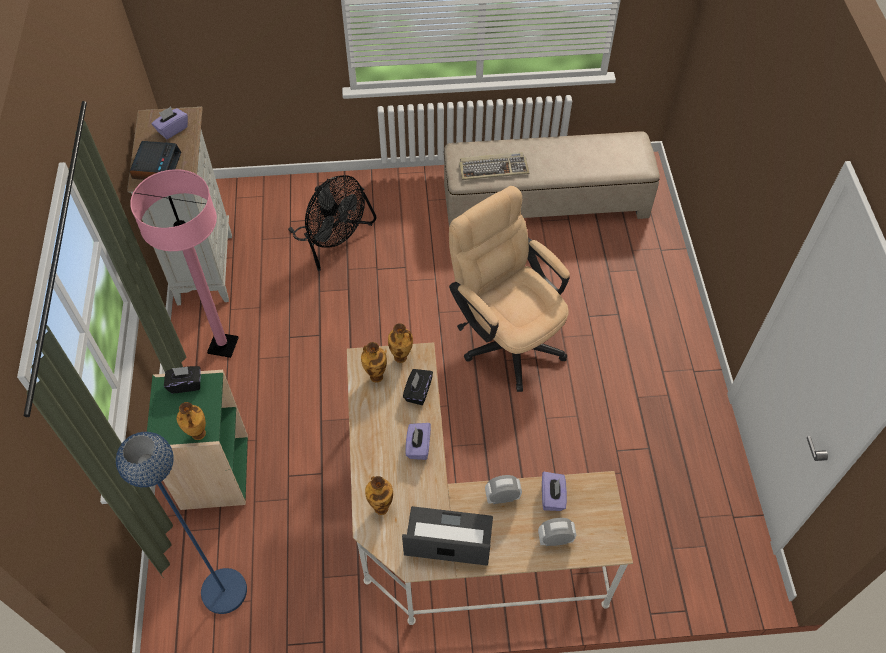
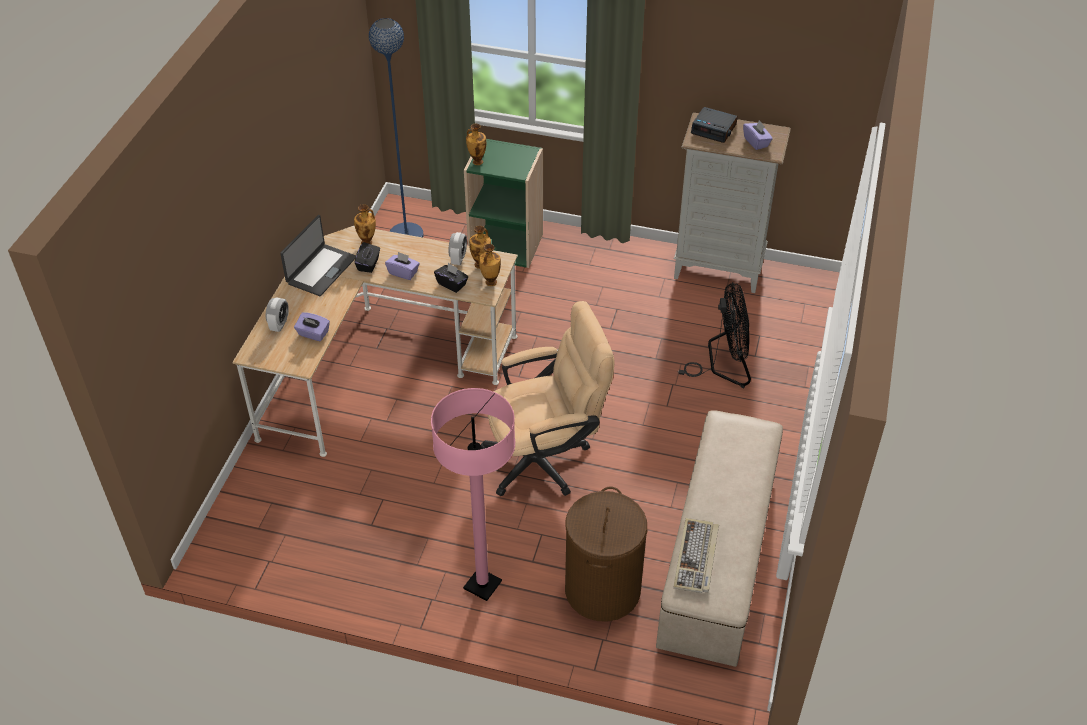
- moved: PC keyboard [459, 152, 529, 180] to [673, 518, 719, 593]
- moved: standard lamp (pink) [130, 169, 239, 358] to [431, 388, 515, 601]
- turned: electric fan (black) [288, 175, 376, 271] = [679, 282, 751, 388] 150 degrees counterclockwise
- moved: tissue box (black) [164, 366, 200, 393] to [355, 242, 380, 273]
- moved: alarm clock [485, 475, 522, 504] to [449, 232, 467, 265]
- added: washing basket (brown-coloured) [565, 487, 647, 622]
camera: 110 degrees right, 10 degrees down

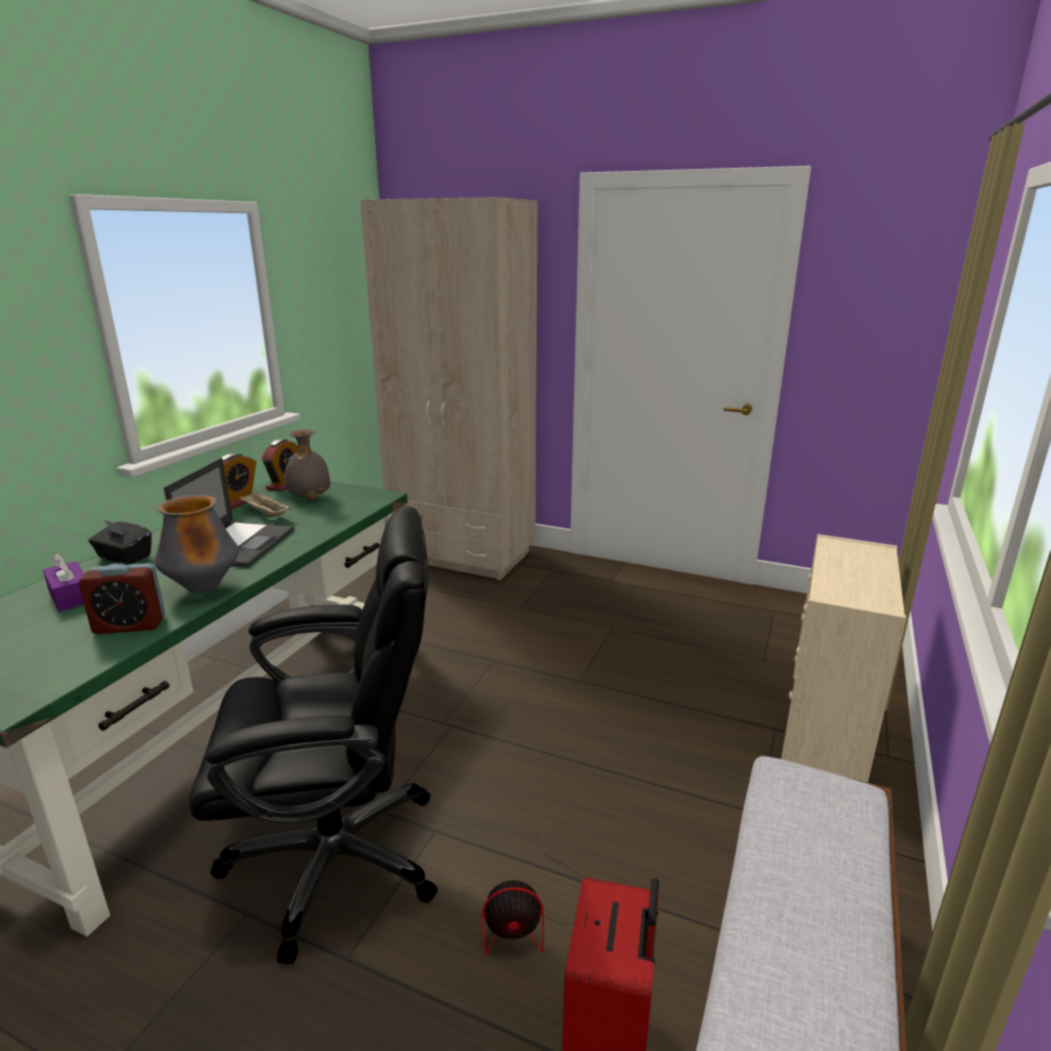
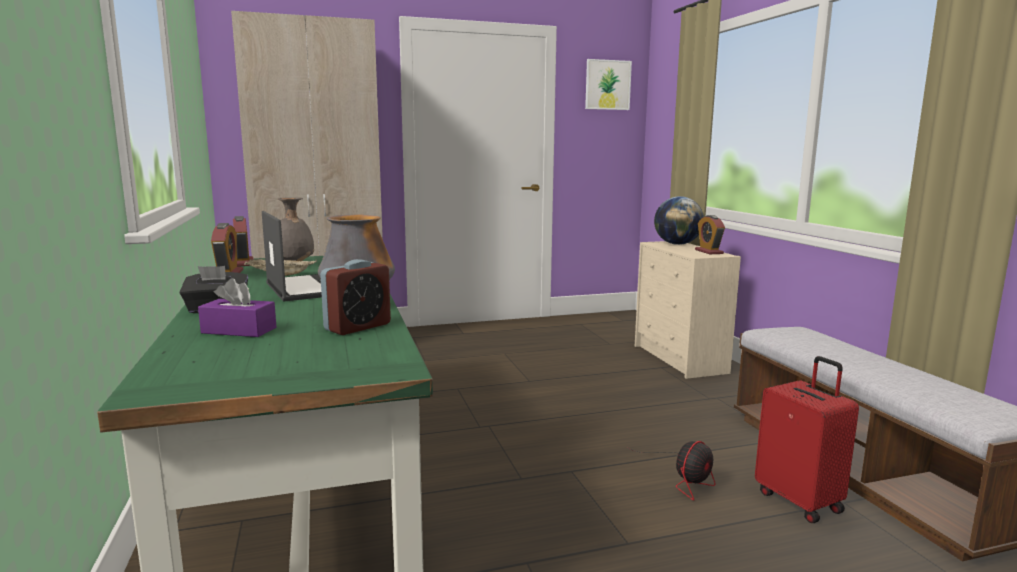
- removed: computer chair (black) [189, 506, 438, 964]
- added: picture [585, 59, 632, 110]
- added: world globe [654, 196, 704, 245]
- added: alarm clock [695, 215, 725, 254]
camera: 40 degrees left, 10 degrees down

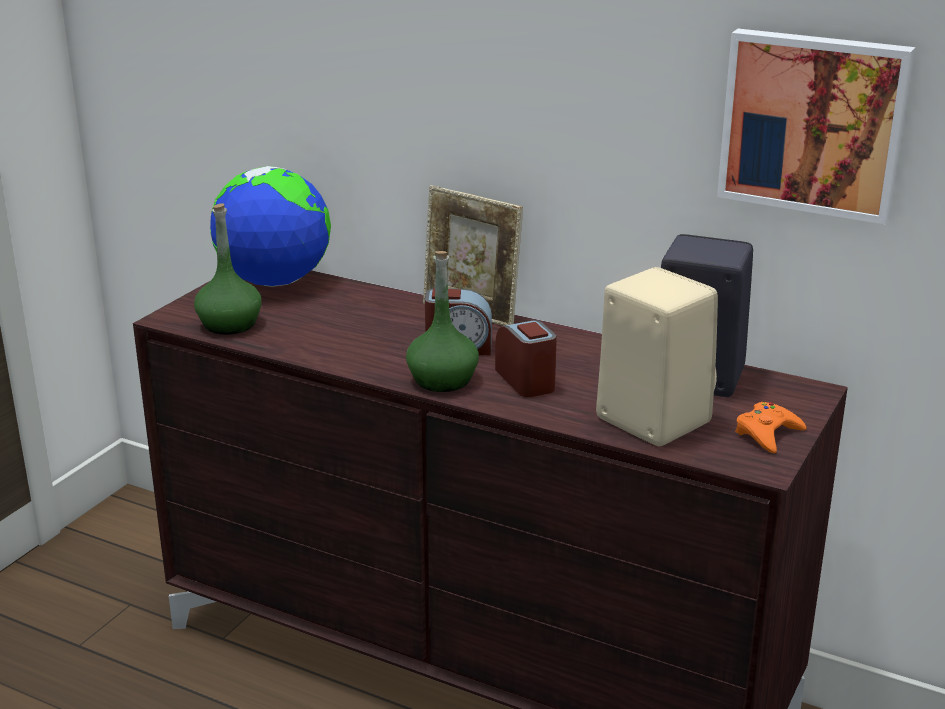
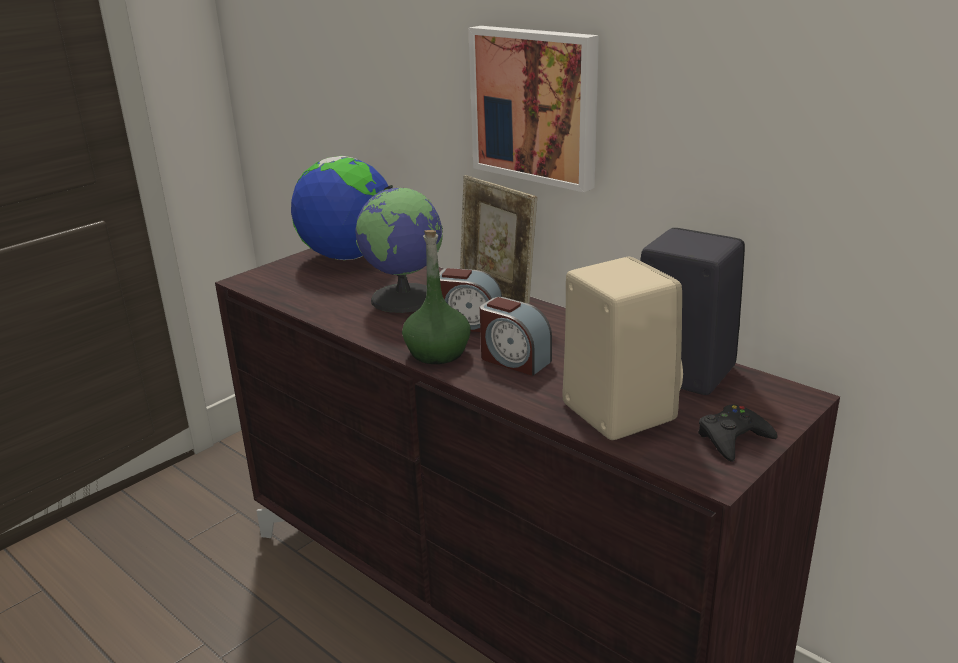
- moved: picture [717, 29, 915, 225] to [468, 26, 599, 192]
- removed: beverage bottle (green) [194, 203, 262, 335]
- turned: alarm clock [495, 320, 557, 397] = [480, 297, 552, 376] 135 degrees clockwise
- recoloured: joypad (orangey) [735, 402, 807, 453] to joypad (black) [698, 404, 778, 462]
- added: world globe [355, 185, 443, 313]
camera: 15 degrees right, 0 degrees up

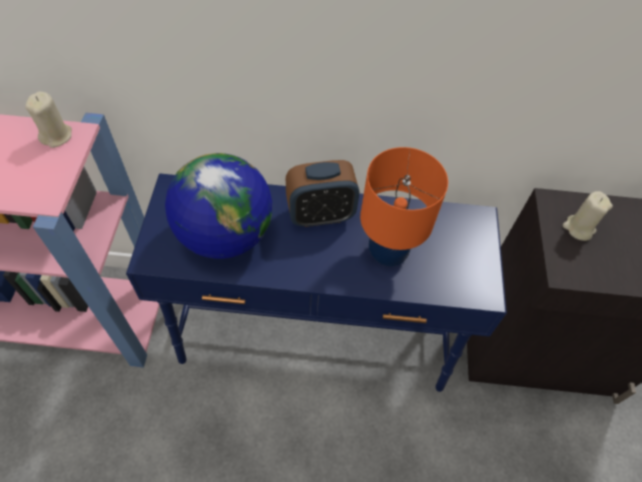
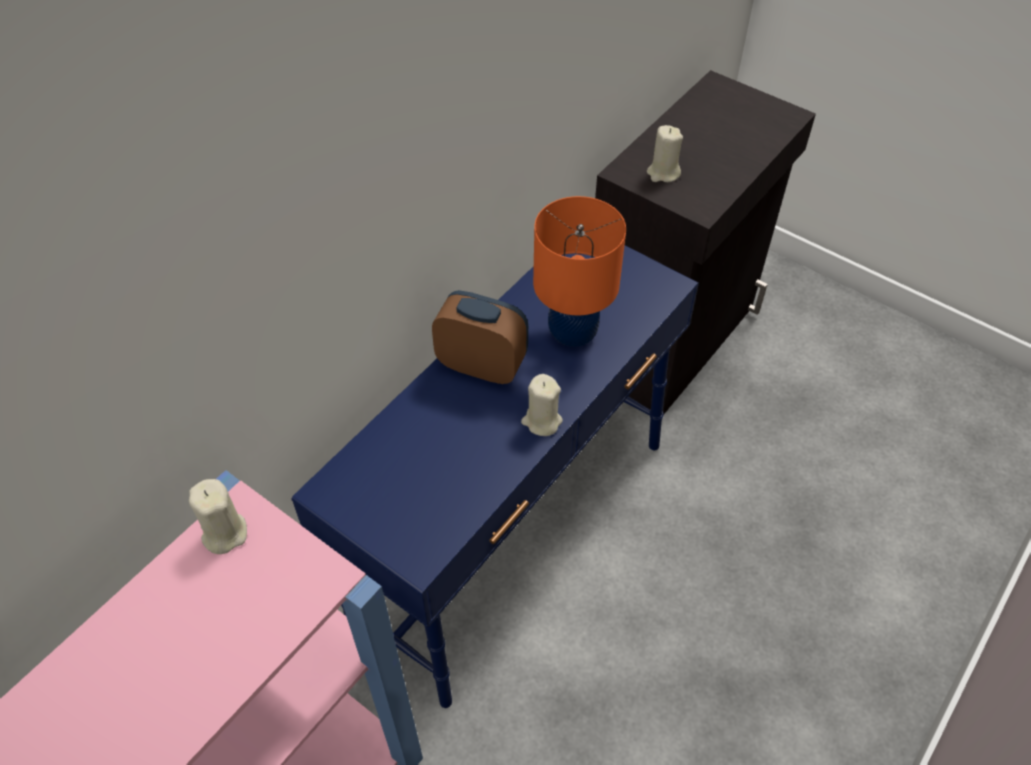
- removed: world globe [165, 153, 272, 259]
- turned: alarm clock [286, 160, 359, 227] = [432, 290, 528, 384] 90 degrees counterclockwise
- added: candle (sand-coloured) [521, 374, 563, 436]
camera: 55 degrees left, 5 degrees down

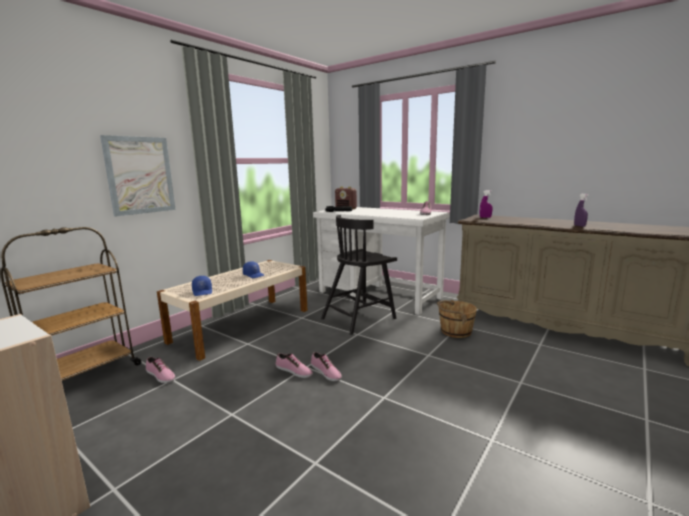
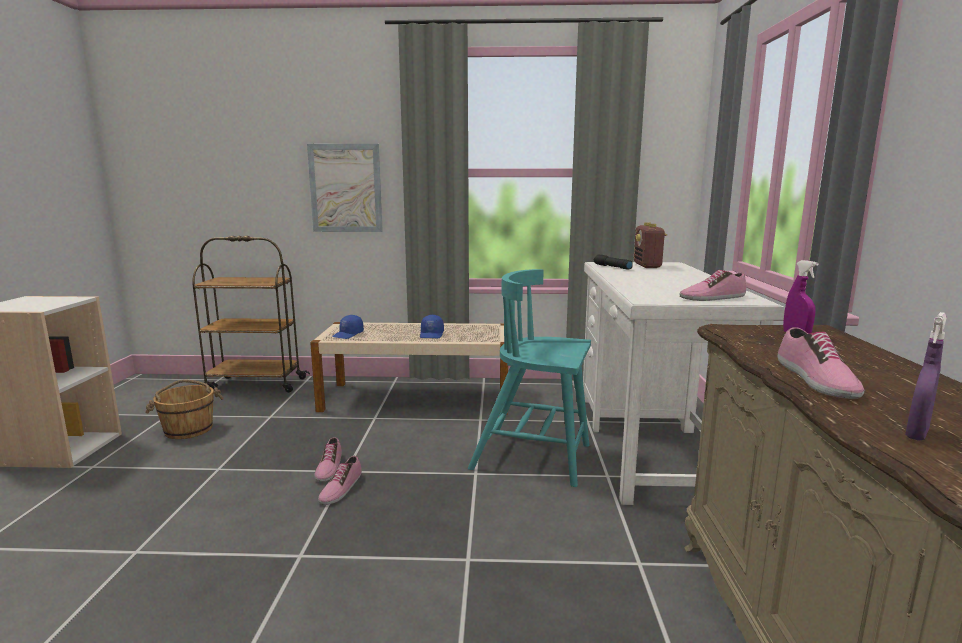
- recoloured: chair (black) [321, 215, 397, 335] to chair (blue-green) [468, 269, 591, 487]
- moved: water bucket (brown-coloured) [437, 300, 477, 338] to [145, 380, 224, 439]
- moved: low shoe [146, 357, 175, 383] to [777, 327, 864, 399]
camera: 55 degrees right, 0 degrees up

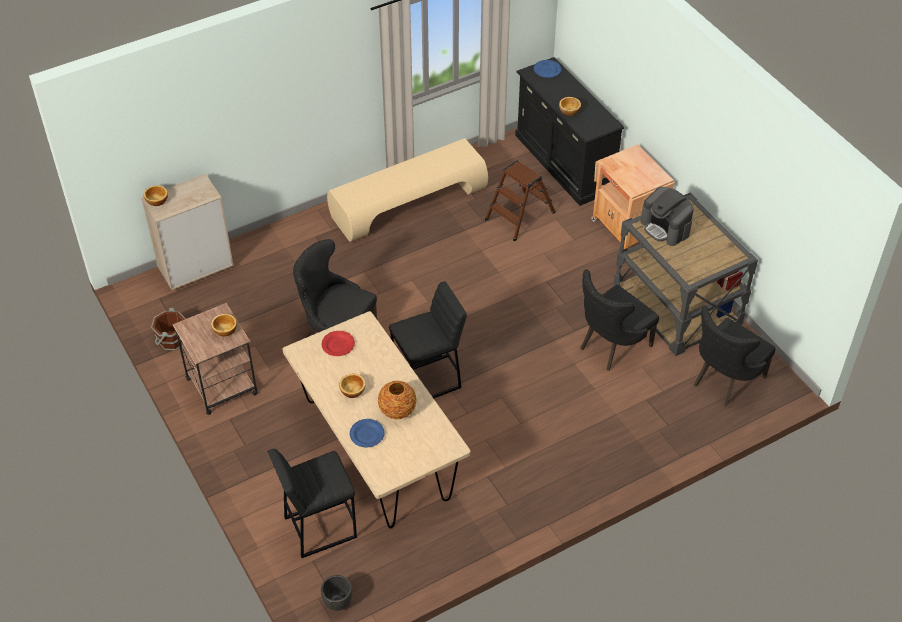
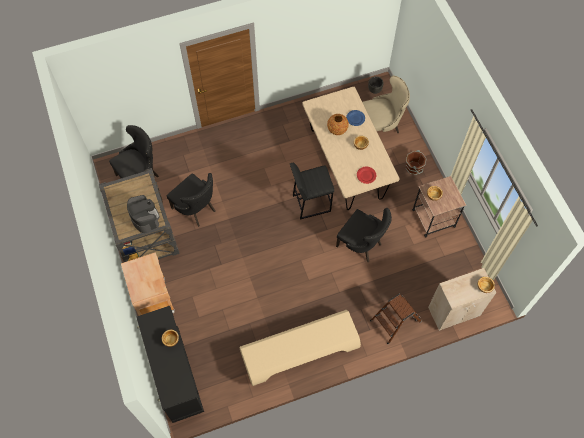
- removed: flat dish (bluish) [534, 60, 561, 78]
- moved: step stool (brown-coloured) [485, 160, 556, 242] to [370, 293, 422, 344]
- turned: chair (black) [581, 269, 659, 371] = [167, 173, 215, 227] 75 degrees clockwise
- moved: water bucket (brown-coloured) [151, 308, 186, 351] to [406, 150, 427, 175]
- replaced: stool seat (black) [267, 449, 357, 558] to chair (sand-coloured) [363, 76, 410, 133]
camera: 170 degrees left, 15 degrees up

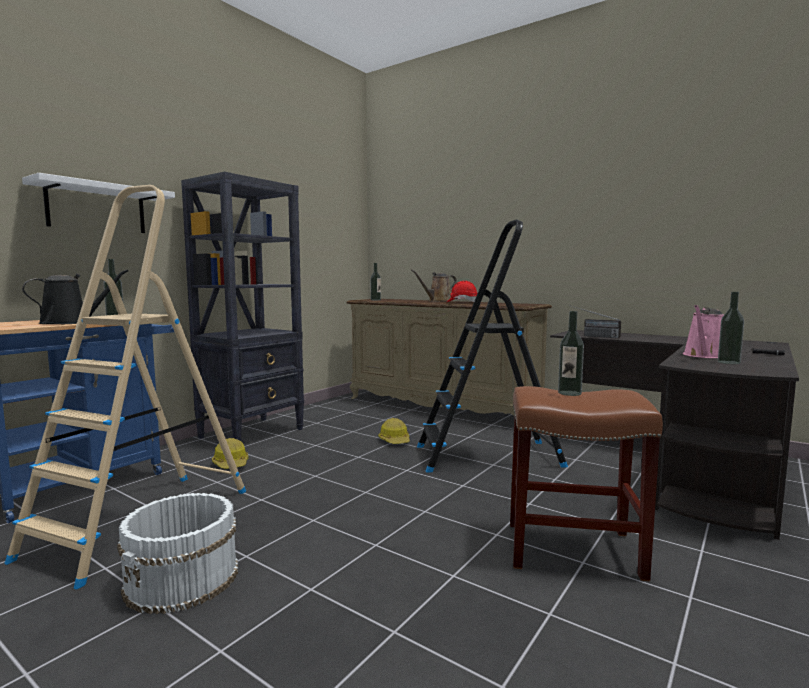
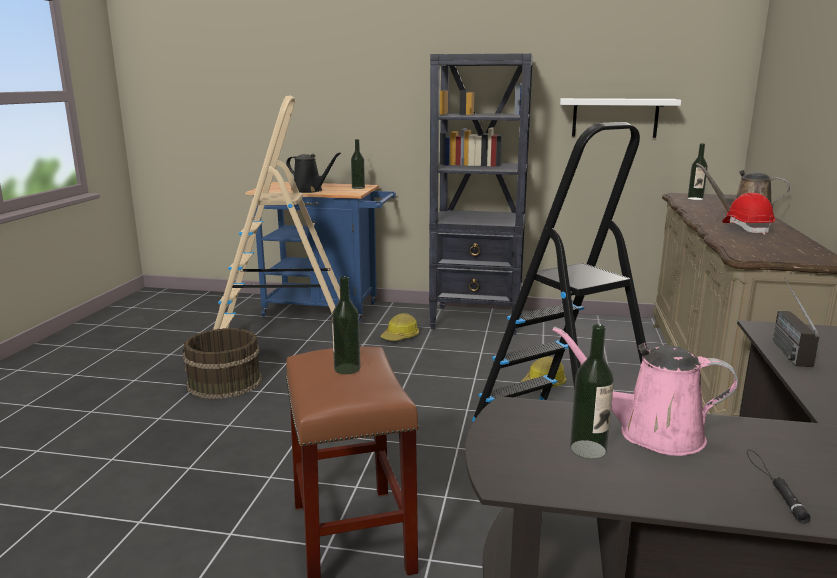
- moved: bracket shelf (white) [22, 173, 175, 233] to [560, 98, 681, 138]
- recoloured: water bucket (white) [117, 493, 238, 614] to water bucket (brown-coloured) [183, 328, 262, 399]
camera: 65 degrees right, 10 degrees up

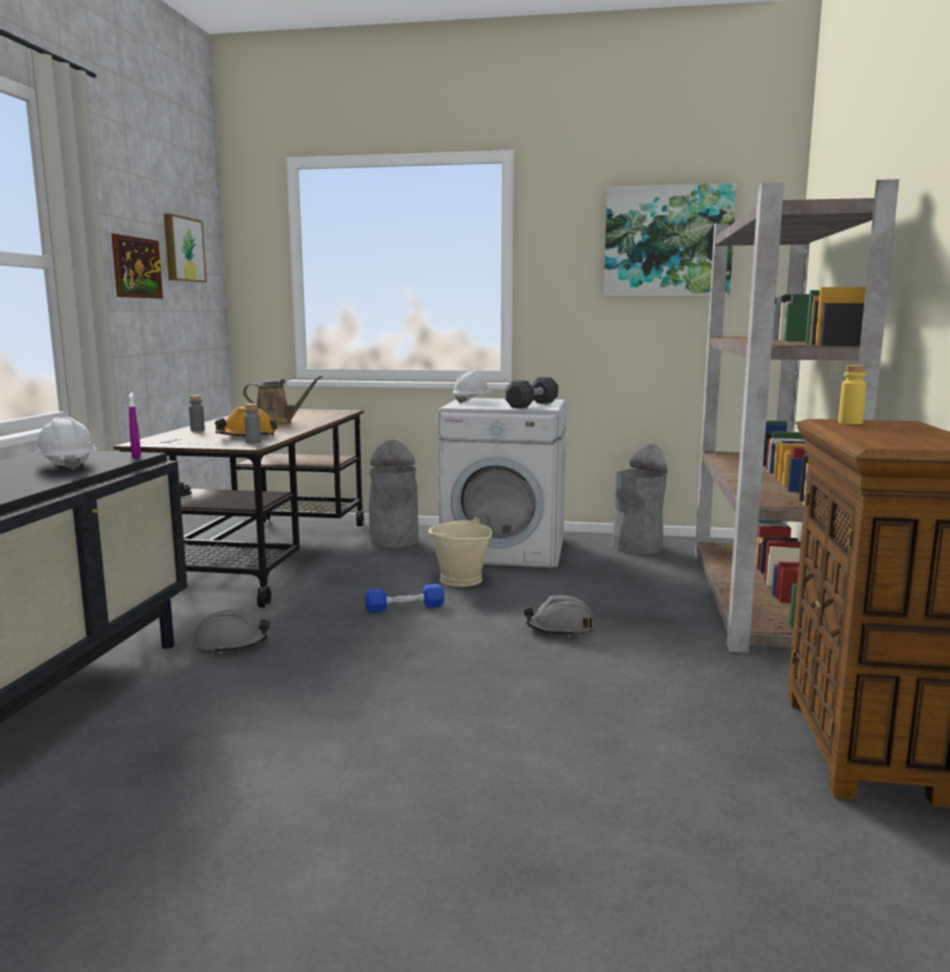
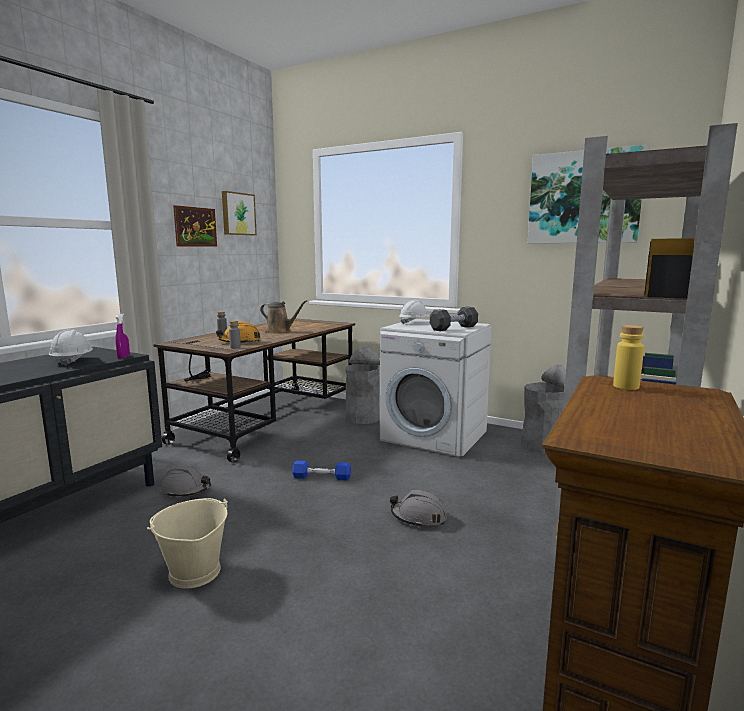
- moved: water bucket (sand-coloured) [429, 517, 492, 587] to [147, 498, 228, 589]
camera: 20 degrees right, 0 degrees up

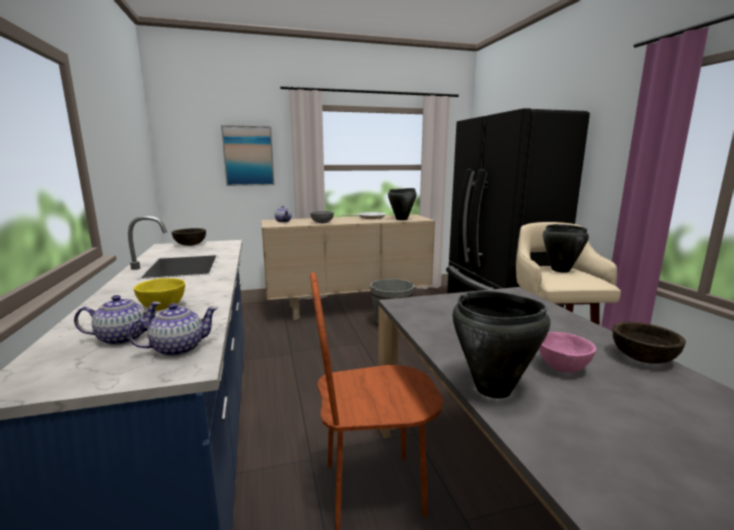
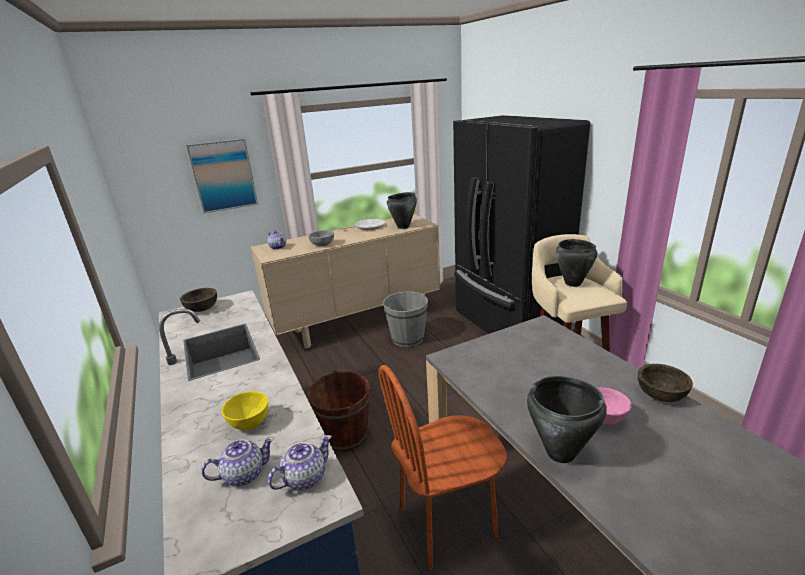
- added: water bucket (brown-coloured) [308, 370, 370, 452]
camera: 10 degrees left, 10 degrees up

